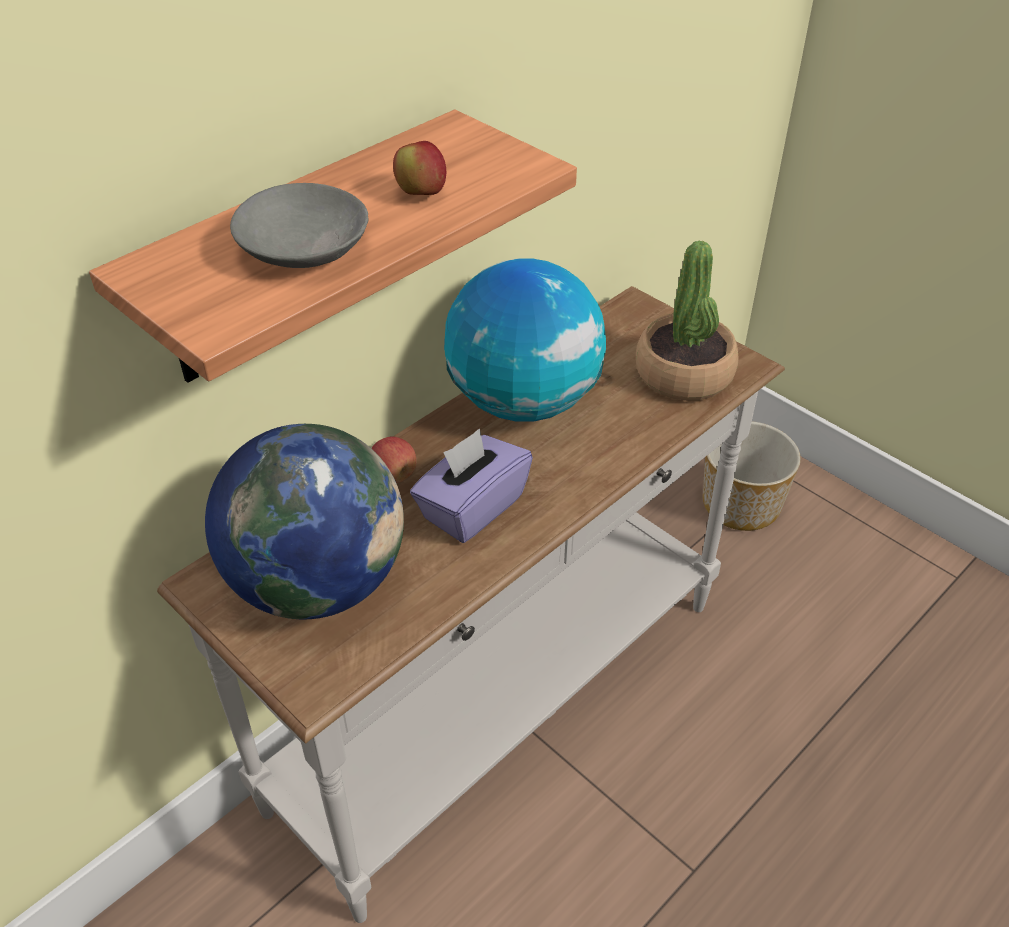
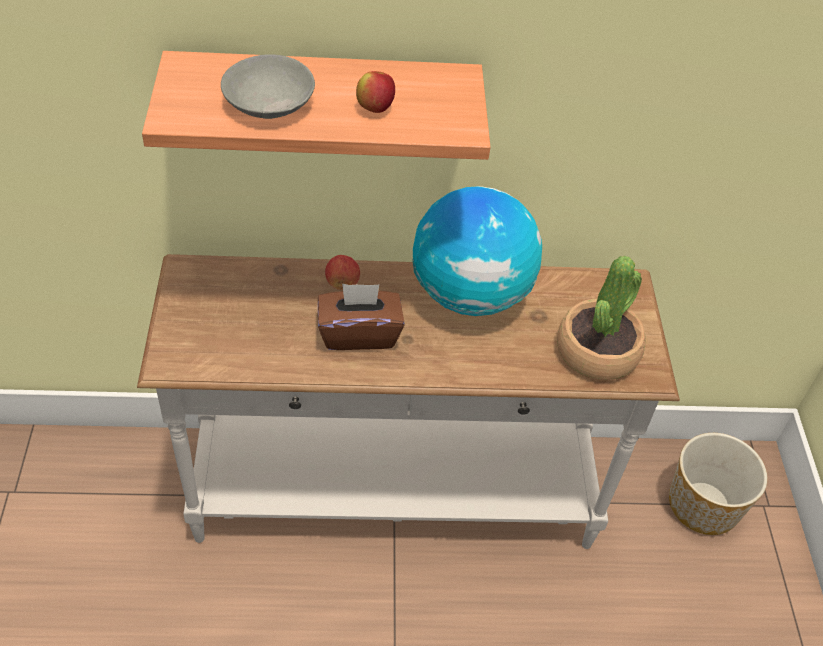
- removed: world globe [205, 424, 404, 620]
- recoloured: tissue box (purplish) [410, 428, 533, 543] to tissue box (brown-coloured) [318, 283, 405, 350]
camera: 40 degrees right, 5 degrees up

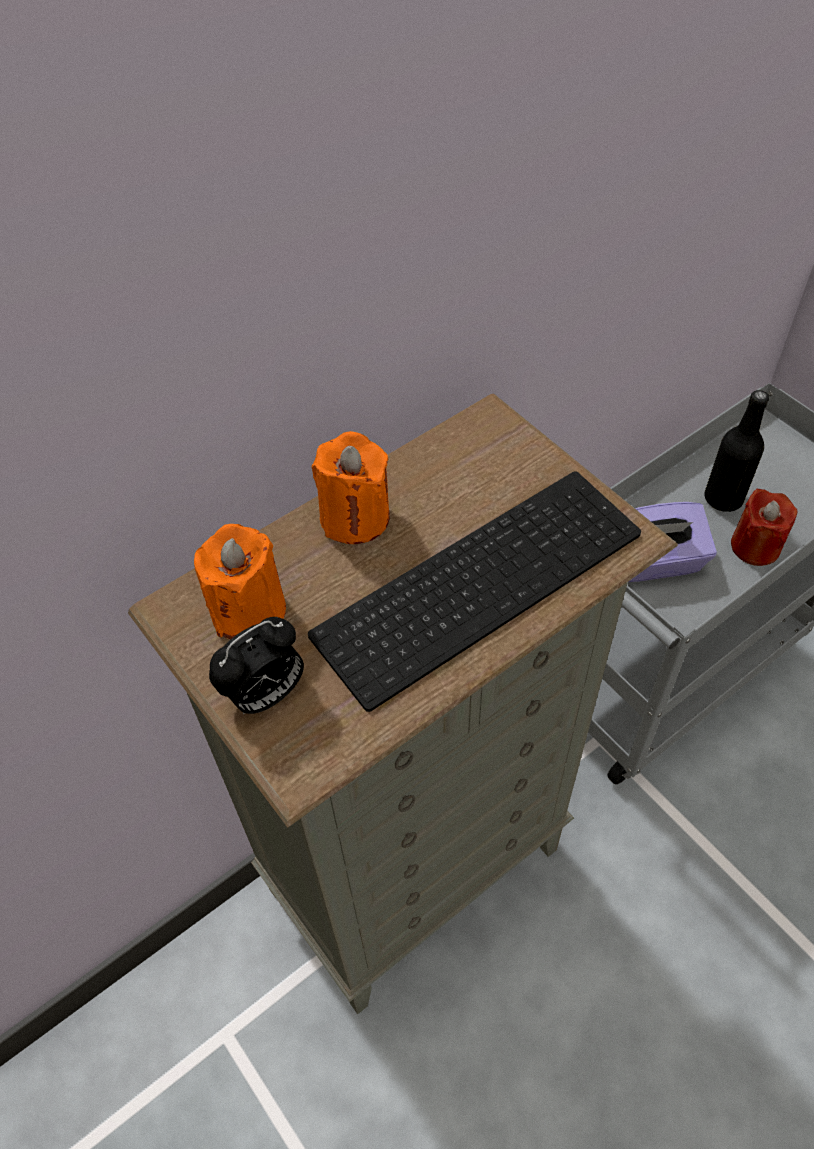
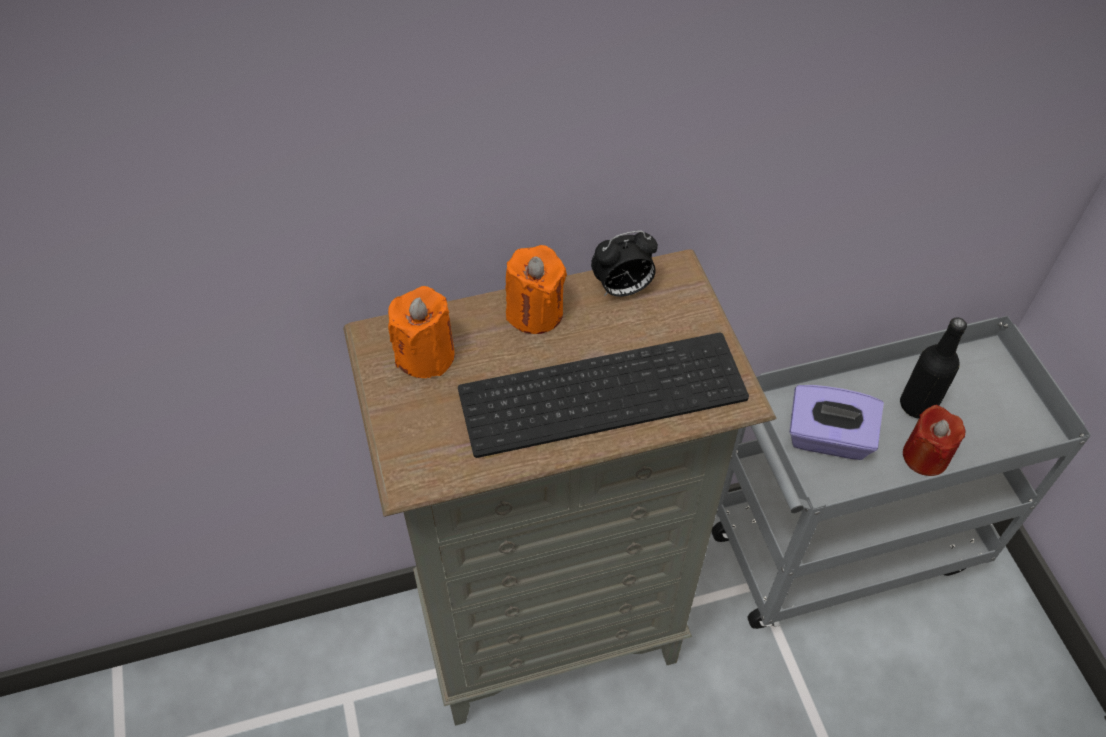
- moved: alarm clock [209, 617, 304, 714] to [591, 231, 658, 297]
camera: 20 degrees right, 0 degrees up

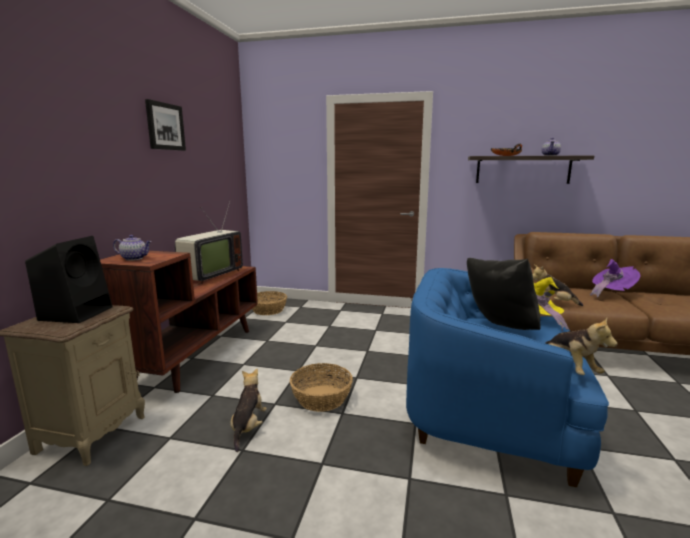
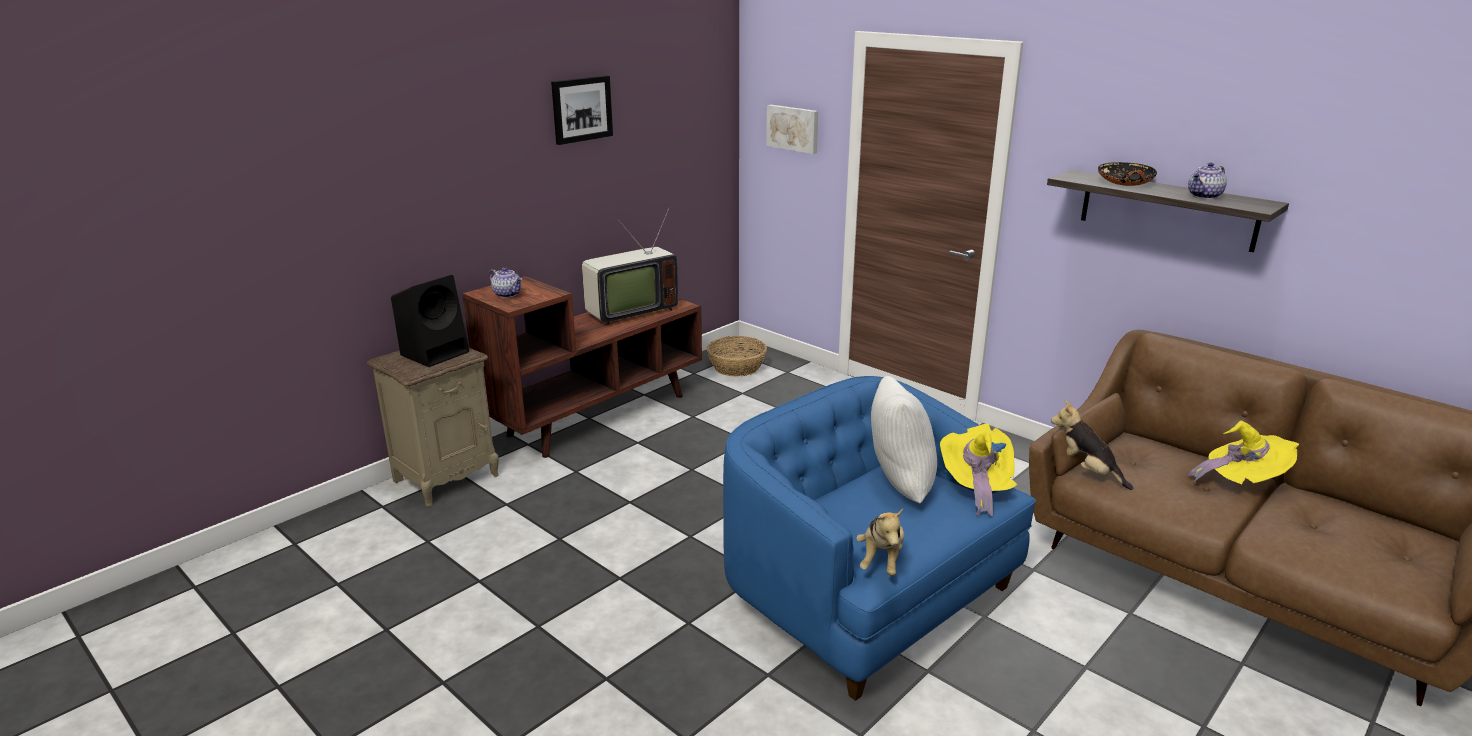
- recoloured: throw pillow (black) [467, 258, 541, 330] to throw pillow (white) [871, 376, 937, 503]
- recoloured: hat (purplish) [590, 259, 641, 298] to hat (yellowish) [1188, 421, 1299, 484]
- removed: storage basket [290, 363, 353, 412]
- removed: soft toy [230, 368, 267, 452]
- added: picture [767, 105, 818, 154]
camera: 30 degrees right, 10 degrees up

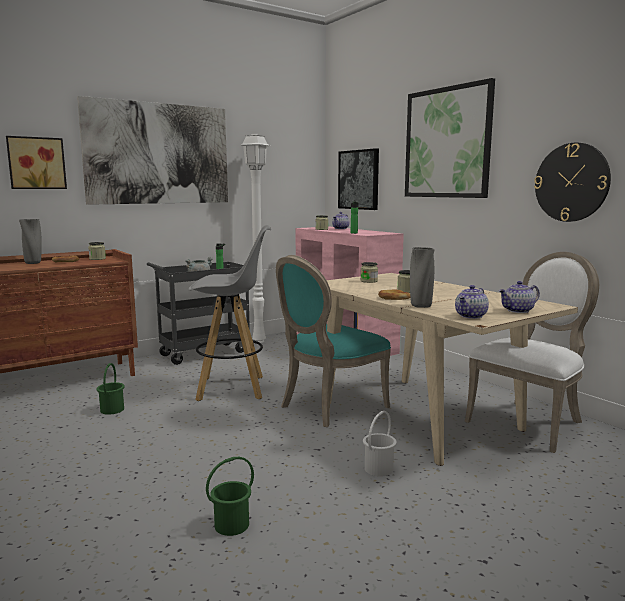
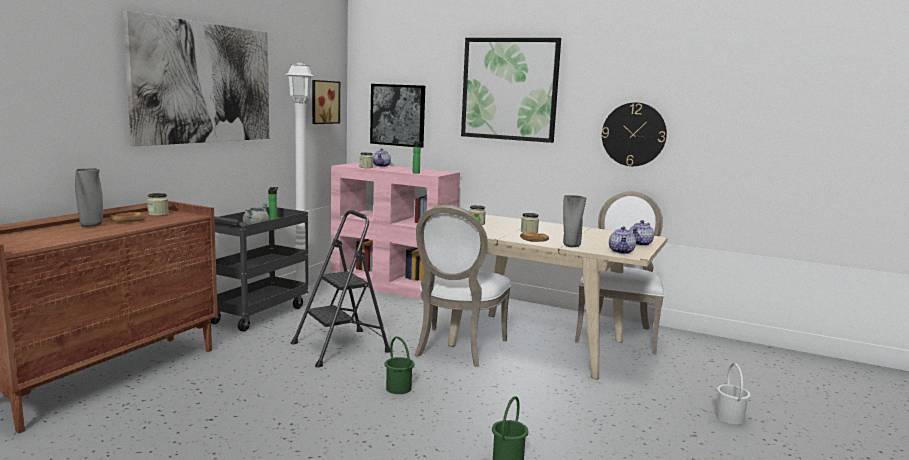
- moved: picture [6, 136, 67, 189] to [312, 80, 340, 124]
- replaced: stool seat (greyish) [188, 225, 271, 401] to step stool (black) [291, 210, 390, 368]
- recoloured: chair (blue-green) [276, 255, 391, 427] to chair (white) [414, 205, 511, 367]
- moved: water bucket (green) [96, 363, 125, 415] to [385, 336, 414, 394]
- moved: water bucket (white) [363, 411, 397, 477] to [716, 363, 751, 425]
camera: 30 degrees left, 0 degrees up

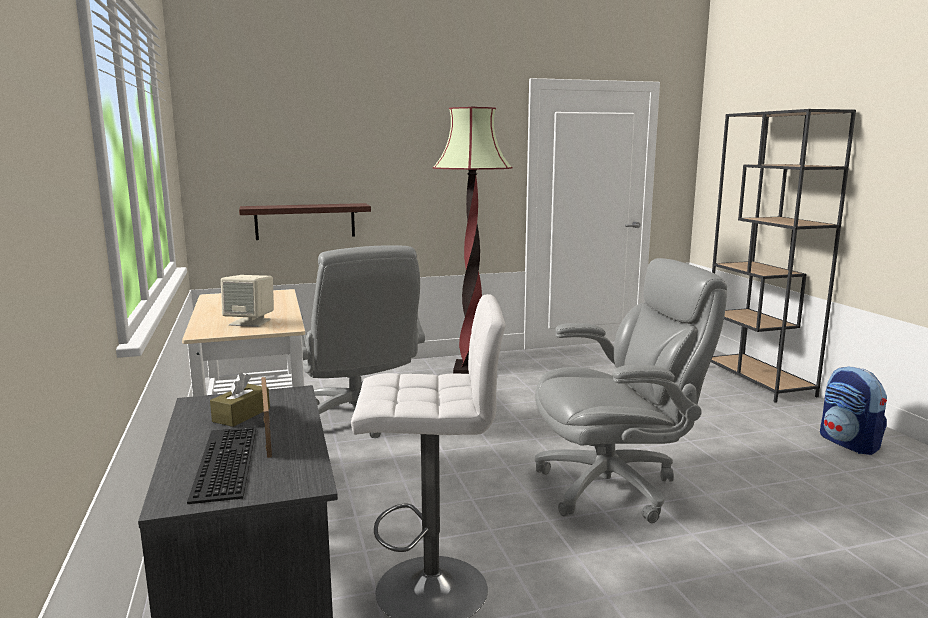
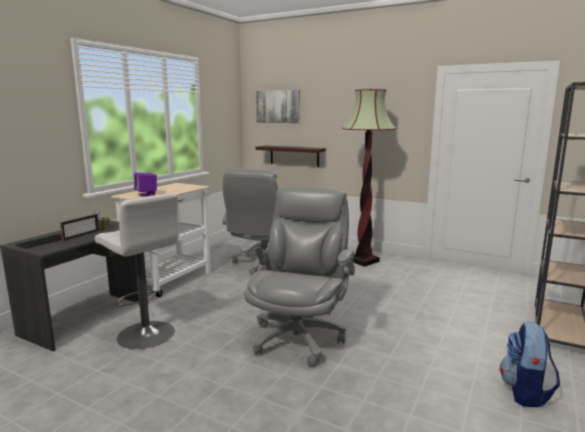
- turned: computer chair (greyish) [534, 258, 727, 523] = [240, 187, 355, 367] 105 degrees counterclockwise
- recoloured: audio speaker (sand-coloured) [221, 275, 274, 327] to audio speaker (purplish) [134, 173, 157, 197]
- added: picture [256, 90, 300, 123]
camera: 45 degrees right, 0 degrees up

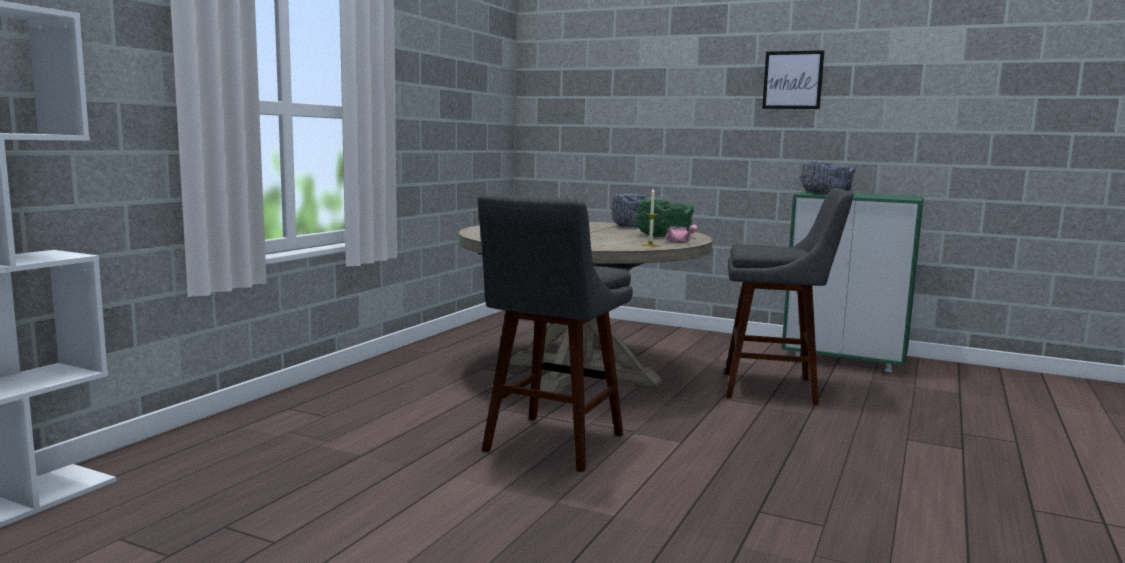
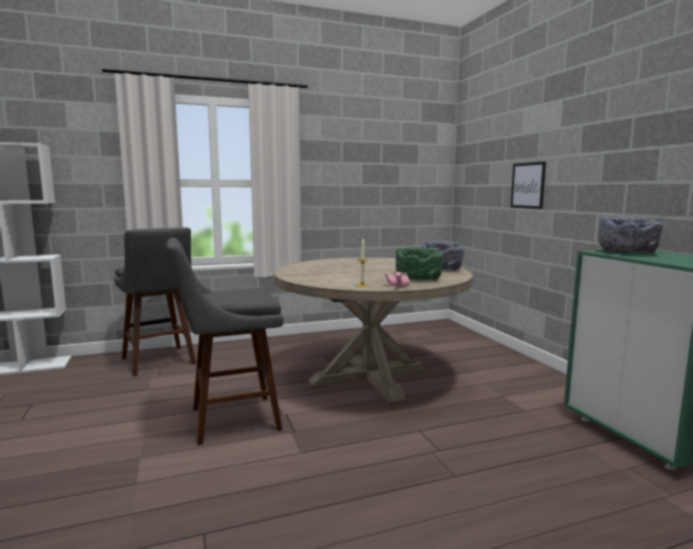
- moved: picture [762, 50, 824, 109] to [511, 161, 546, 209]
- moved: stool seat (greyish) [725, 188, 853, 405] to [114, 227, 196, 377]
camera: 45 degrees right, 0 degrees up

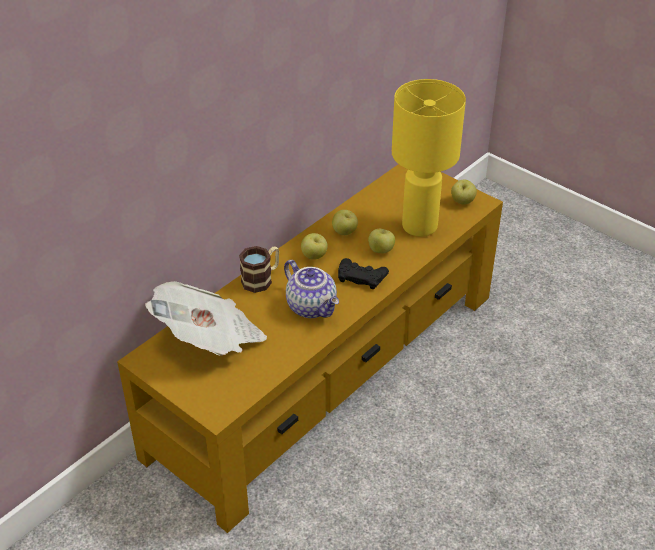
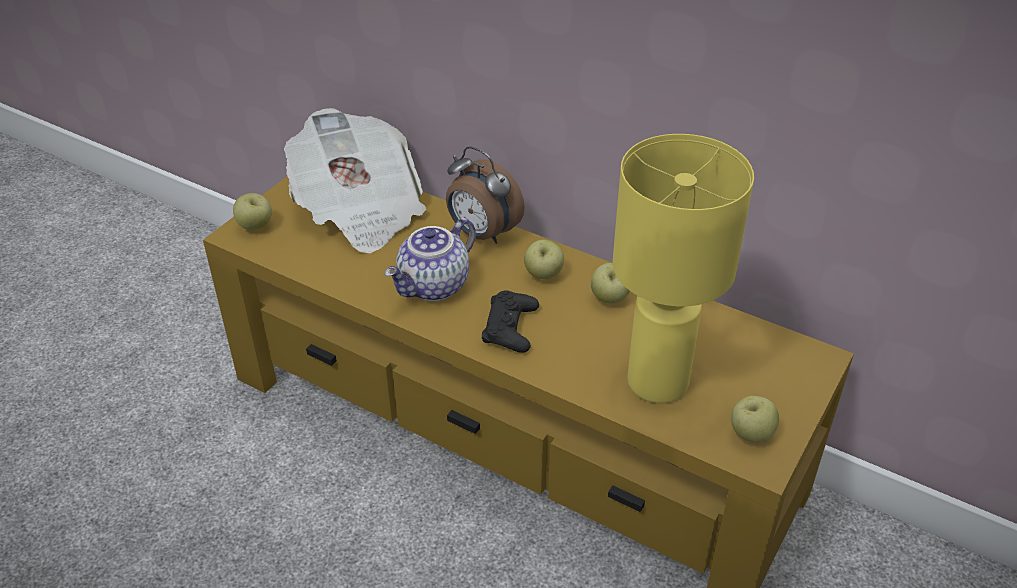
- moved: whole apple [368, 229, 395, 253] to [233, 193, 272, 231]
- replaced: mug [239, 246, 279, 293] to alarm clock [446, 146, 525, 244]
camera: 80 degrees right, 0 degrees up

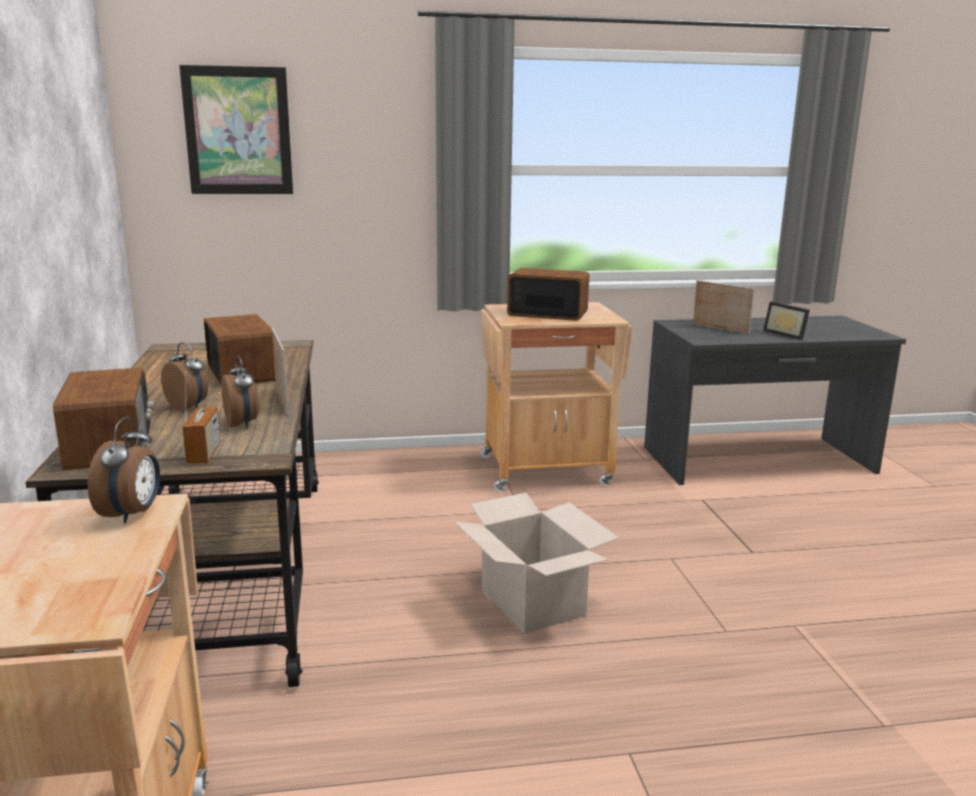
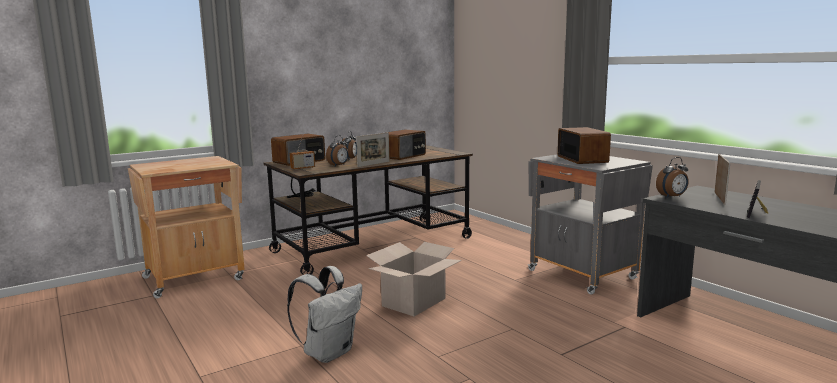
- removed: picture [179, 65, 293, 194]
- recoloured: cart (brown-coloured) [480, 302, 632, 492] to cart (greyish) [528, 154, 653, 295]
- moved: alarm clock [87, 416, 160, 523] to [656, 157, 689, 198]
- added: knapsack (white) [287, 266, 362, 363]
camera: 65 degrees right, 5 degrees down

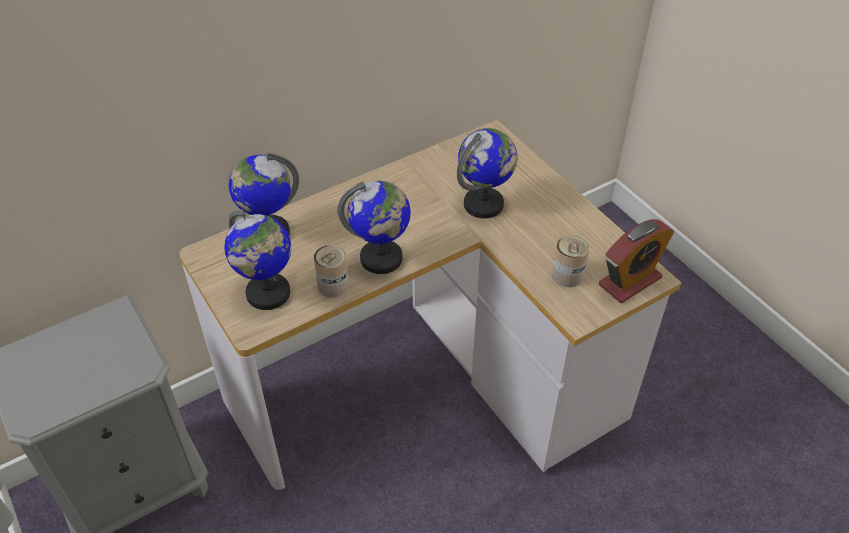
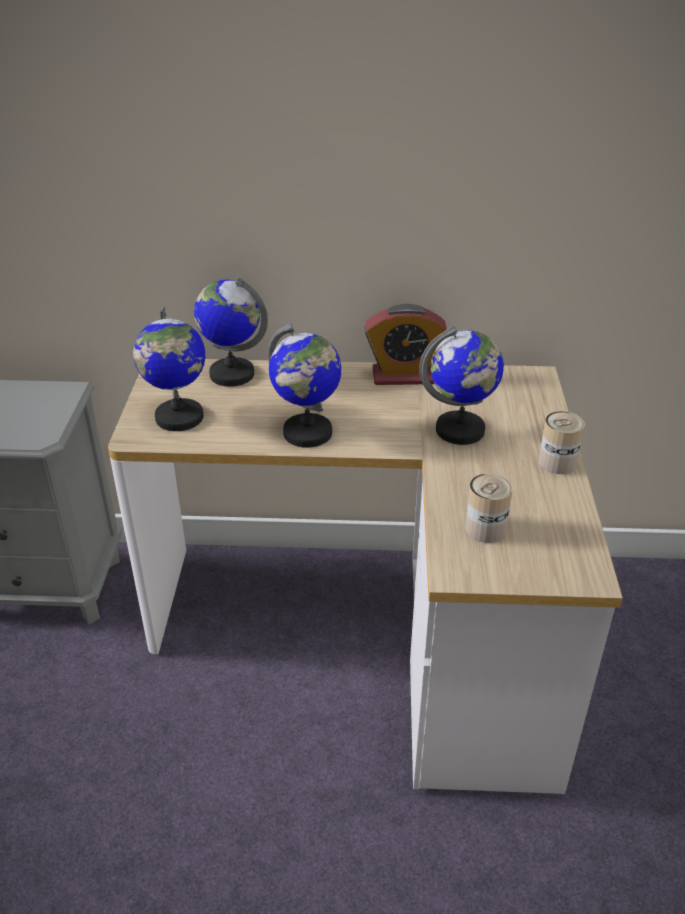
- moved: alarm clock [599, 219, 674, 303] to [364, 304, 447, 385]
- moved: sealed can [314, 245, 349, 297] to [539, 411, 585, 474]
camera: 35 degrees right, 10 degrees down

